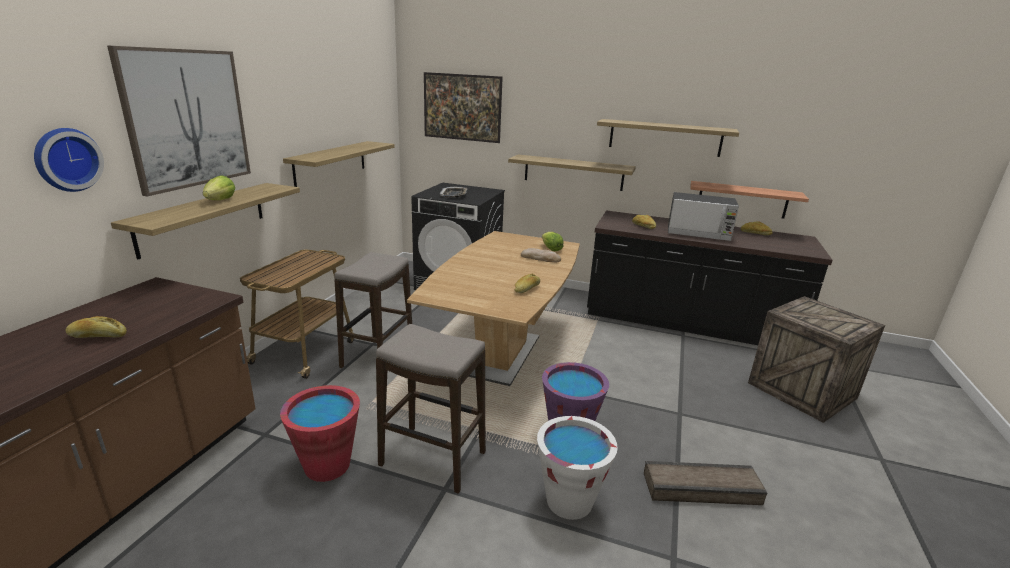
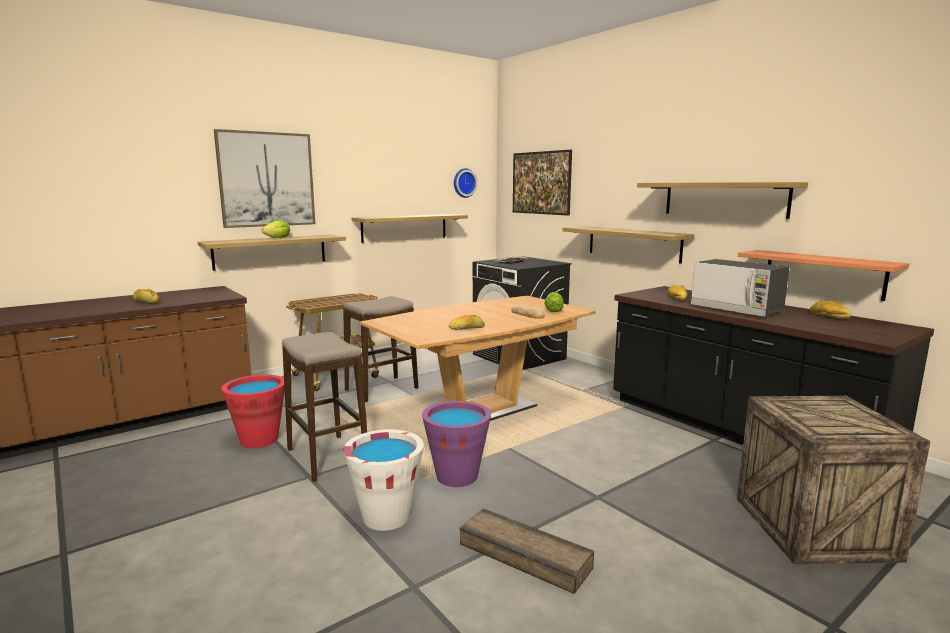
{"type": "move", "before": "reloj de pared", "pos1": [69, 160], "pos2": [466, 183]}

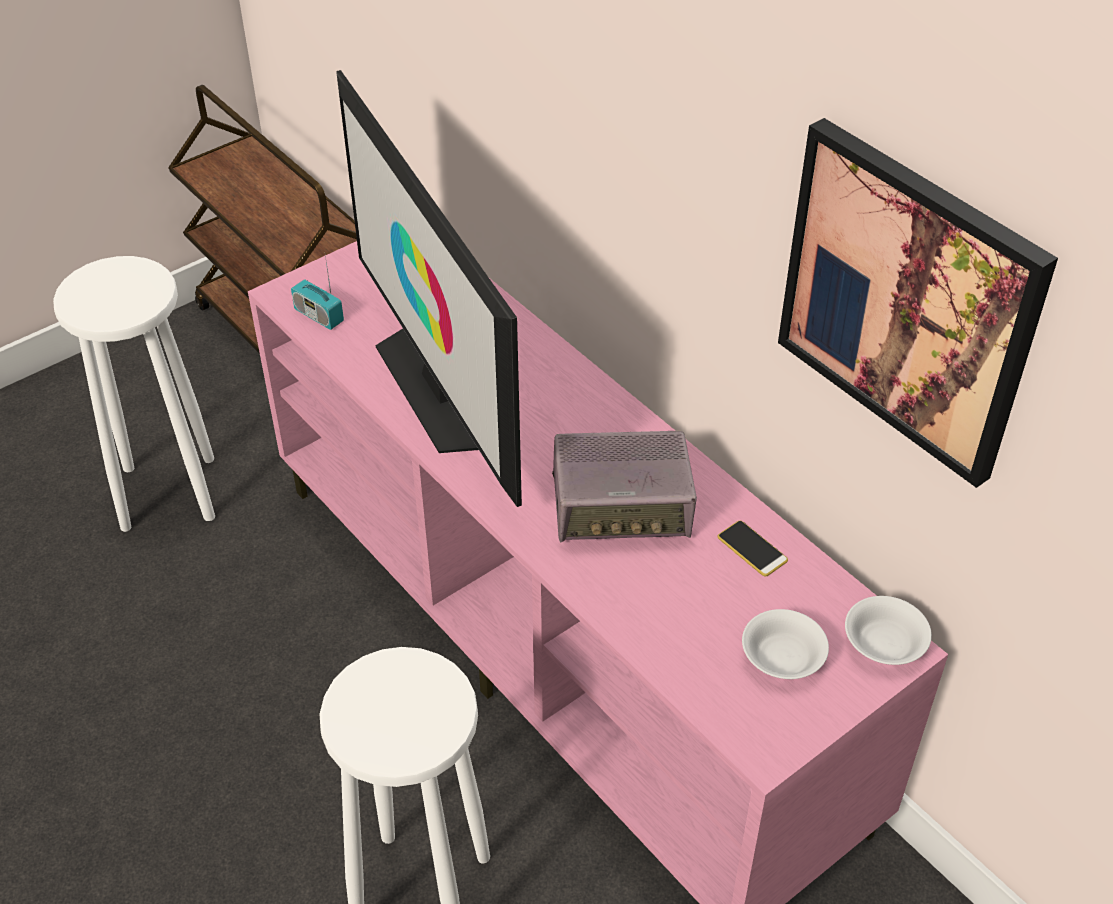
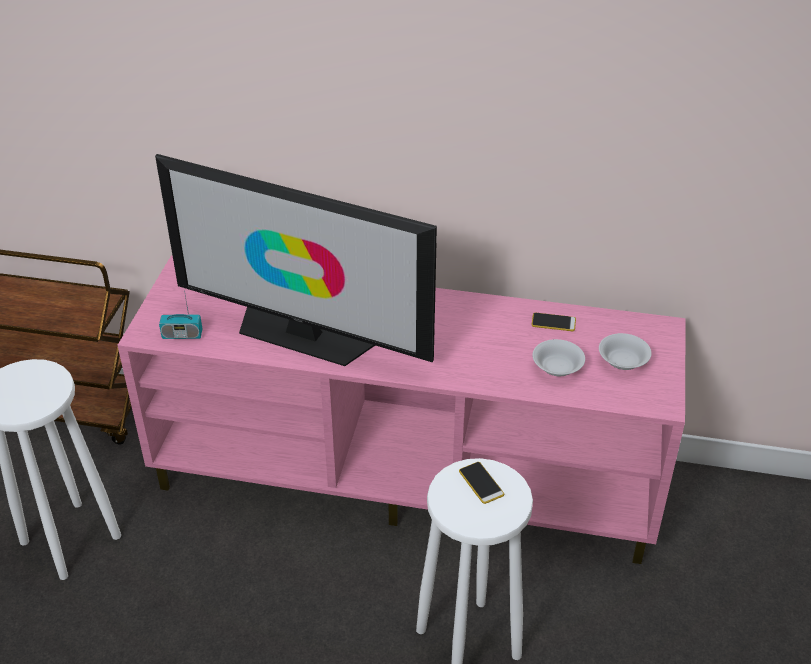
{"type": "delete", "before": "radio", "pos1": [624, 487]}
{"type": "delete", "before": "cuadro", "pos1": [918, 303]}
{"type": "insert", "after": "móvil", "pos2": [481, 483]}
{"type": "move", "before": "cuenco [blanco]", "pos1": [888, 630], "pos2": [558, 357]}

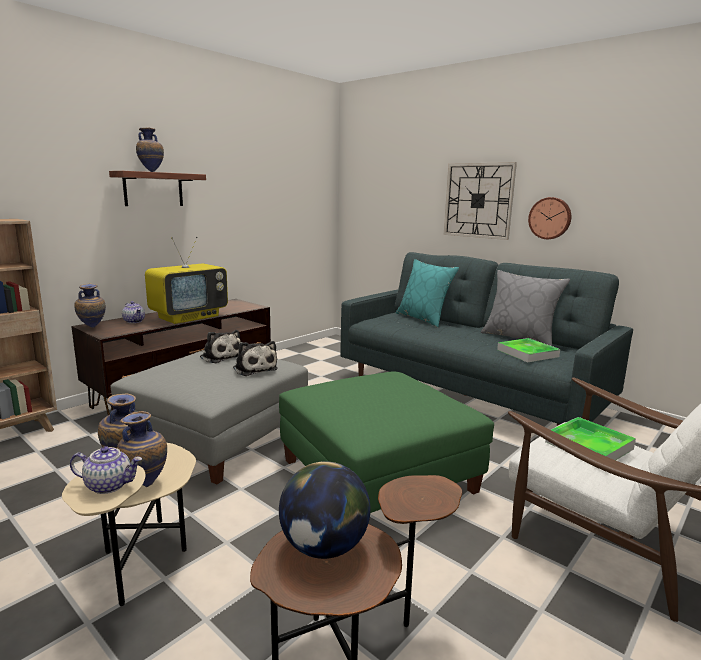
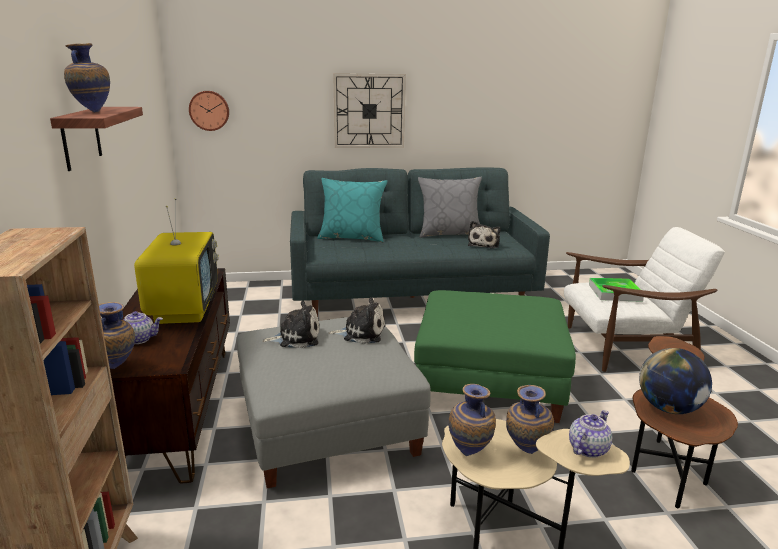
{"type": "move", "before": "reloj de pared", "pos1": [549, 218], "pos2": [209, 111]}
{"type": "replace", "before": "bandeja", "after": "peluche", "pos1": [528, 350], "pos2": [484, 235]}

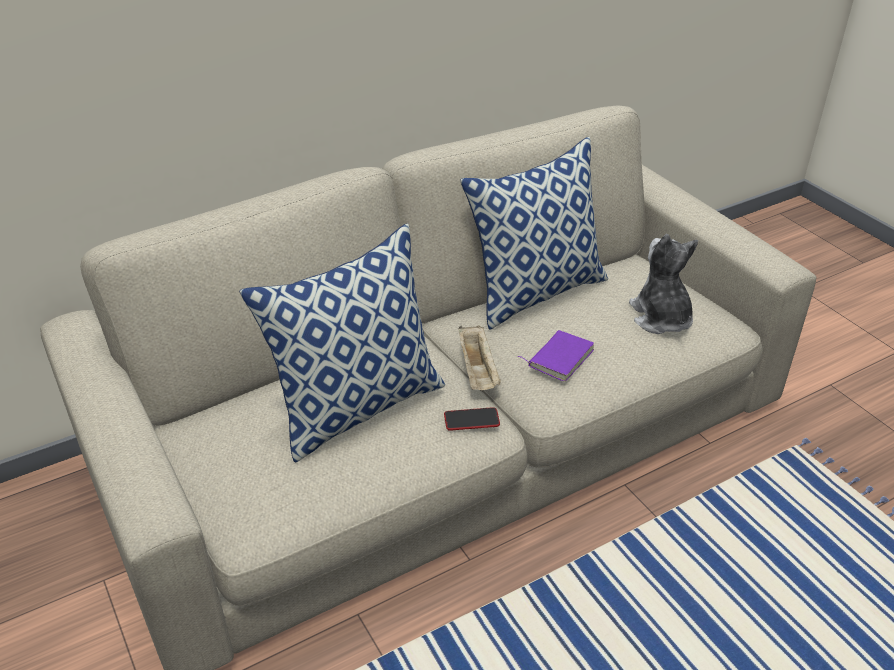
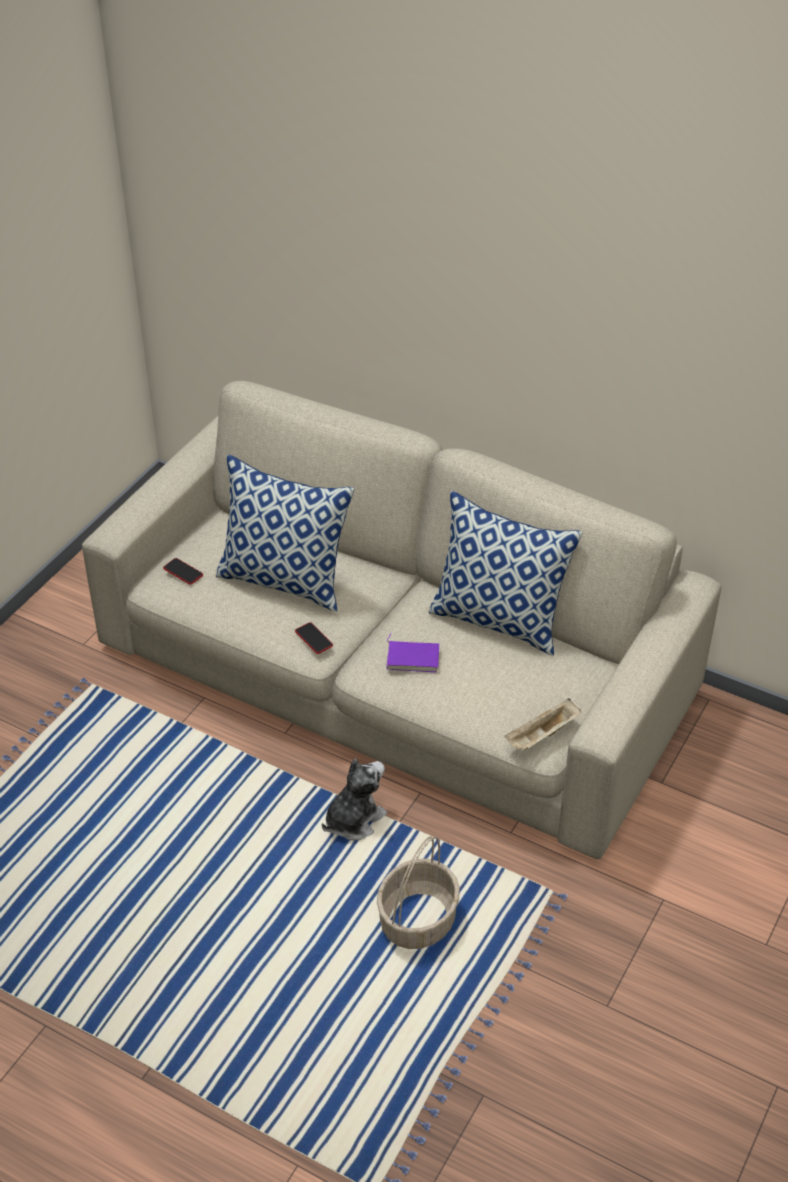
{"type": "insert", "after": "móvil", "pos2": [183, 571]}
{"type": "insert", "after": "cesta", "pos2": [418, 892]}
{"type": "move", "before": "bandeja [beis]", "pos1": [479, 357], "pos2": [543, 724]}
{"type": "move", "before": "peluche", "pos1": [663, 284], "pos2": [354, 800]}

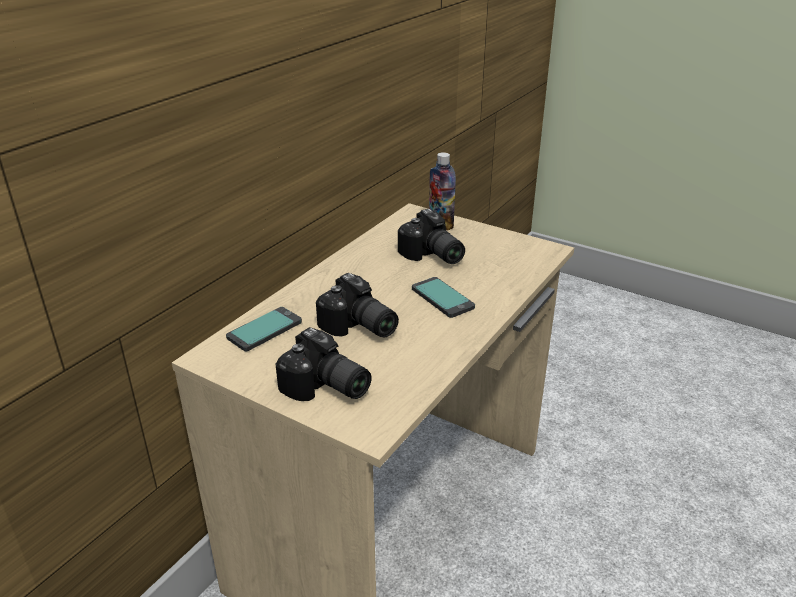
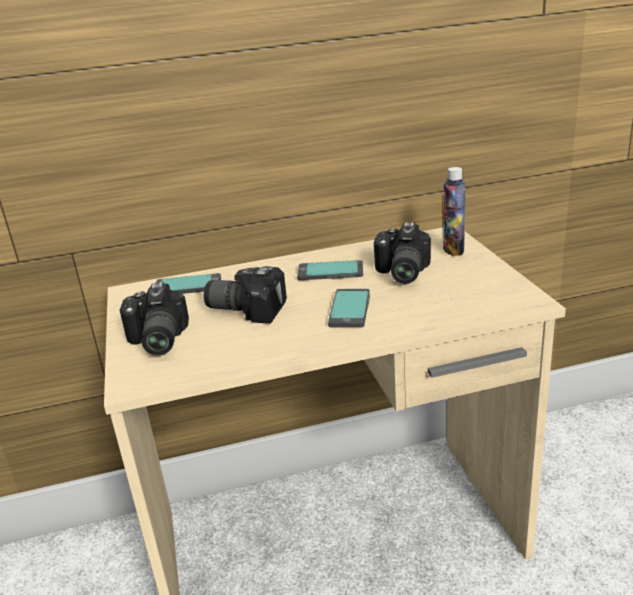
{"type": "insert", "after": "móvil", "pos2": [330, 270]}
{"type": "rotate", "before": "cámara", "pos1": [357, 305], "pos2": [245, 295], "turn": 105}

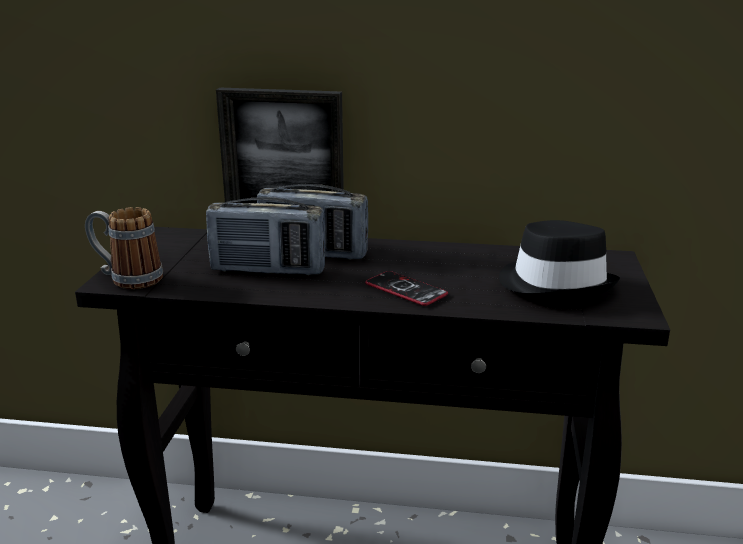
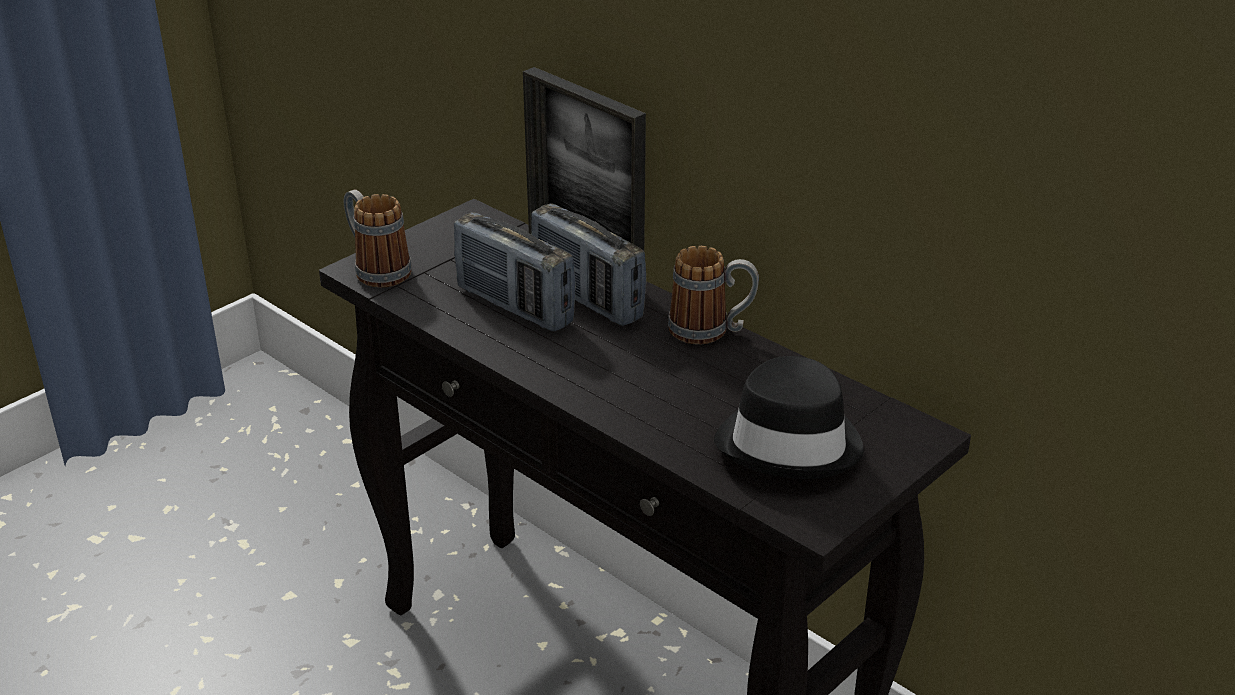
{"type": "delete", "before": "móvil", "pos1": [406, 288]}
{"type": "insert", "after": "taza grande", "pos2": [713, 295]}

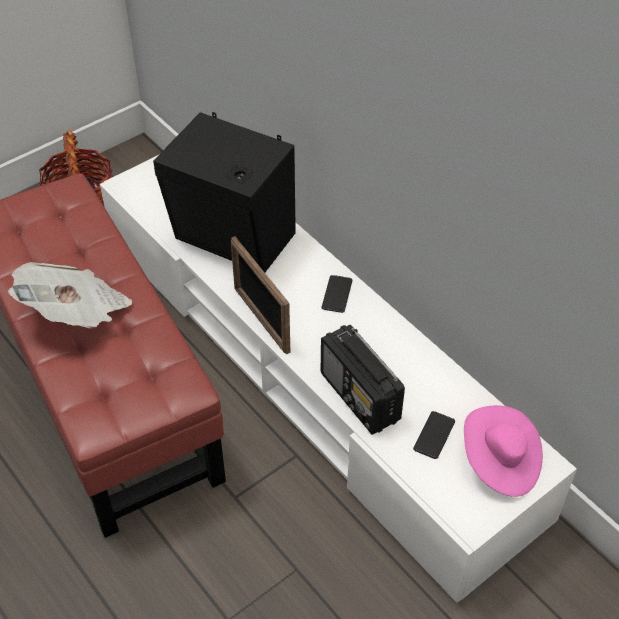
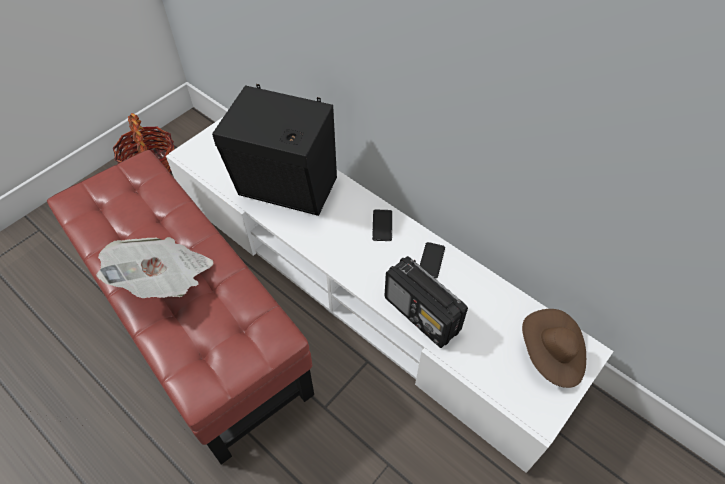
{"type": "delete", "before": "portarretratos", "pos1": [260, 295]}
{"type": "move", "before": "móvil", "pos1": [434, 435], "pos2": [432, 260]}
{"type": "recolor", "before": "sombrero [rosa]", "after": "sombrero [marrón]", "pos1": [503, 451], "pos2": [554, 348]}

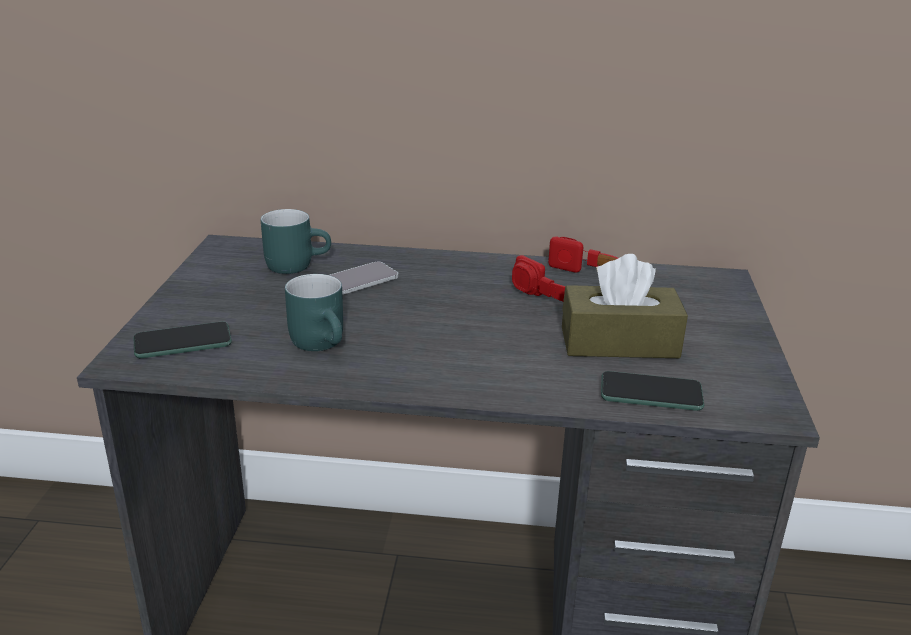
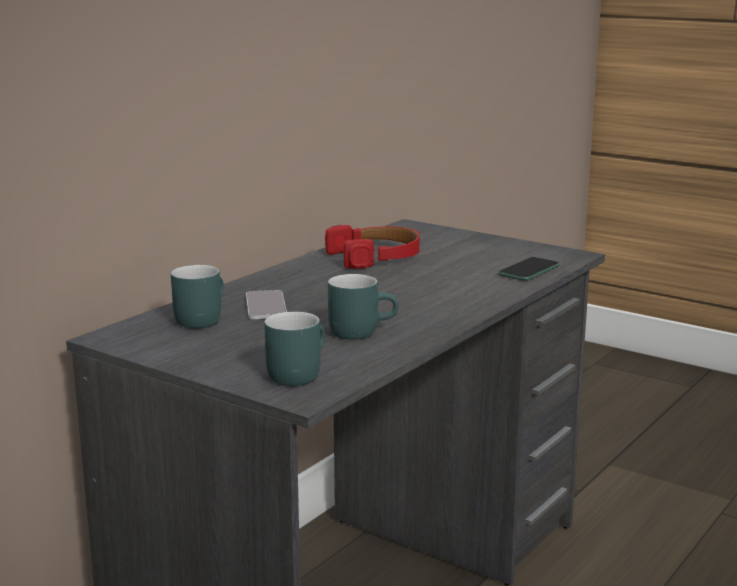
{"type": "delete", "before": "caja de pañuelos [marrón]", "pos1": [625, 306]}
{"type": "replace", "before": "móvil", "after": "taza grande [turquesa]", "pos1": [183, 340], "pos2": [294, 349]}

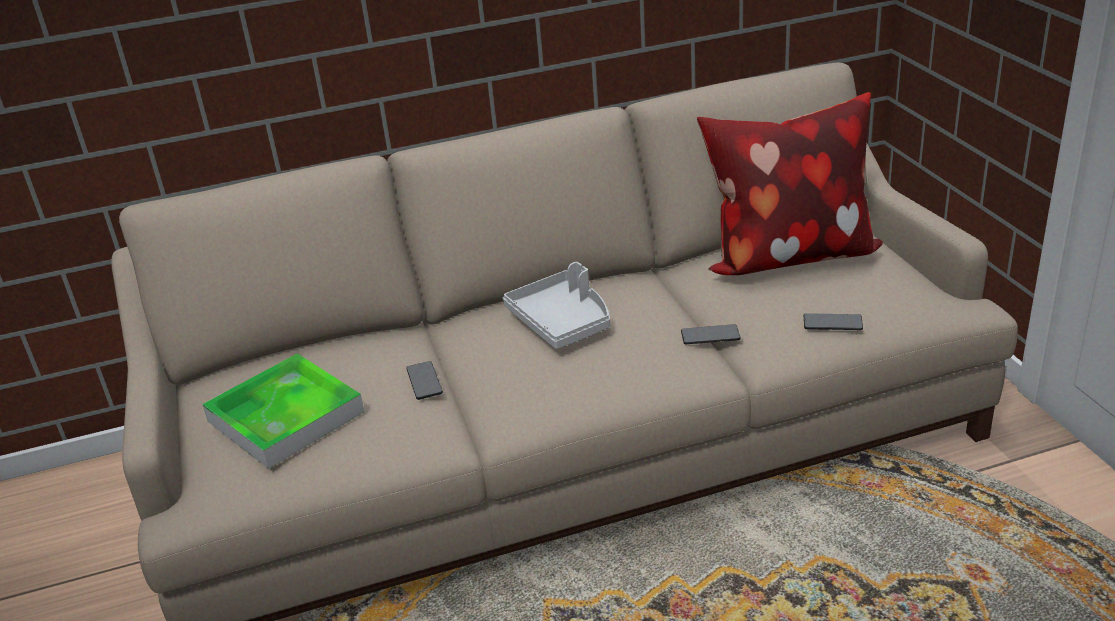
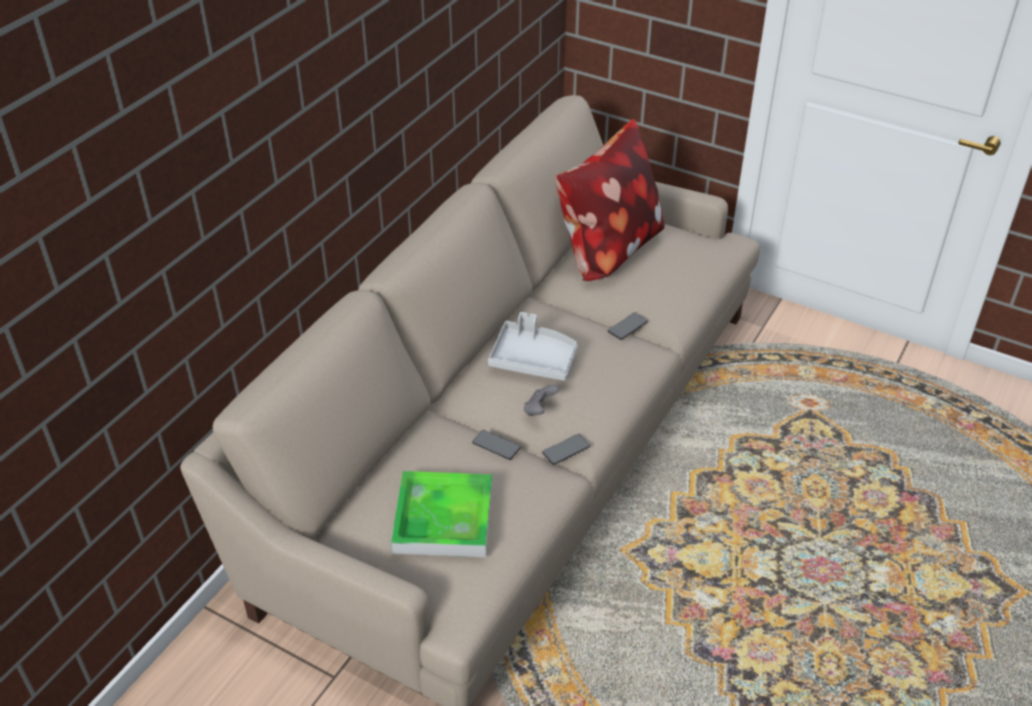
{"type": "insert", "after": "mando de consola [gris]", "pos2": [541, 400]}
{"type": "move", "before": "móvil", "pos1": [833, 321], "pos2": [566, 449]}

